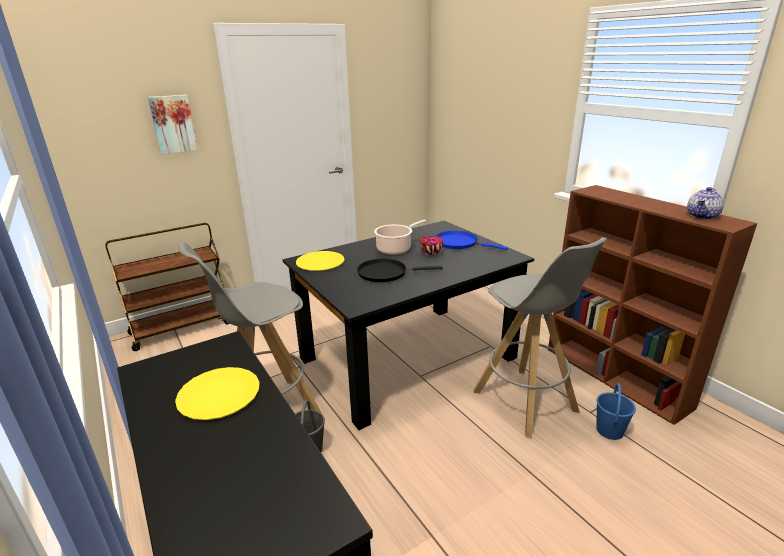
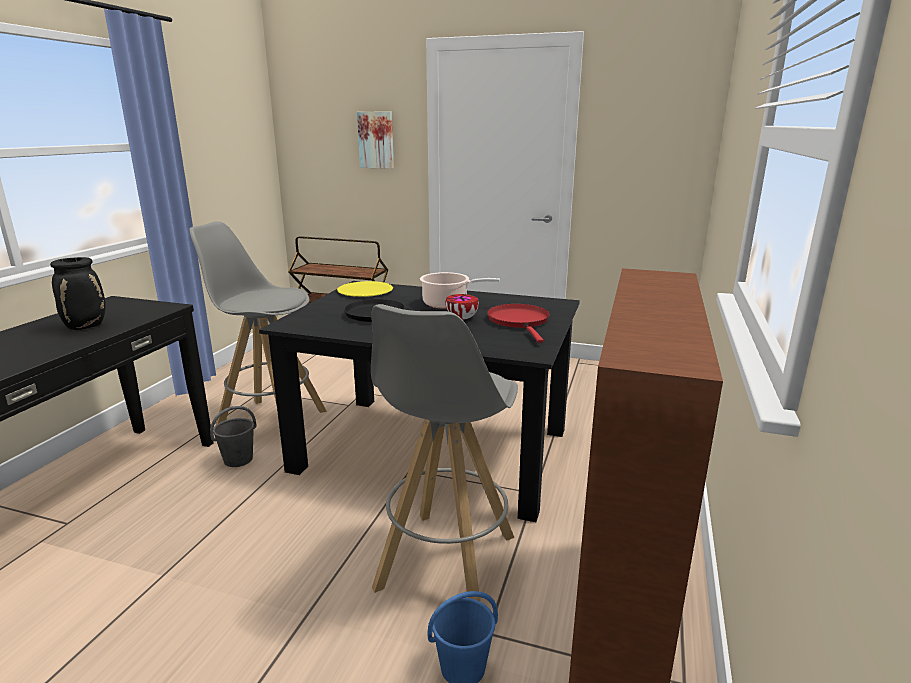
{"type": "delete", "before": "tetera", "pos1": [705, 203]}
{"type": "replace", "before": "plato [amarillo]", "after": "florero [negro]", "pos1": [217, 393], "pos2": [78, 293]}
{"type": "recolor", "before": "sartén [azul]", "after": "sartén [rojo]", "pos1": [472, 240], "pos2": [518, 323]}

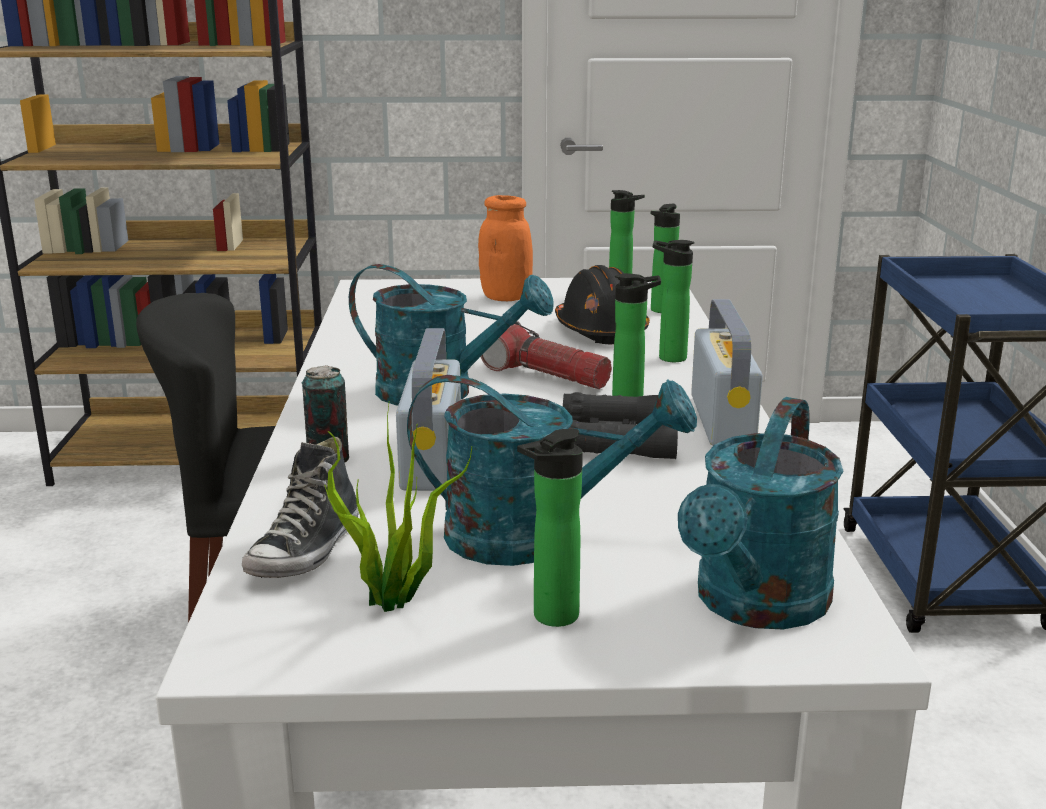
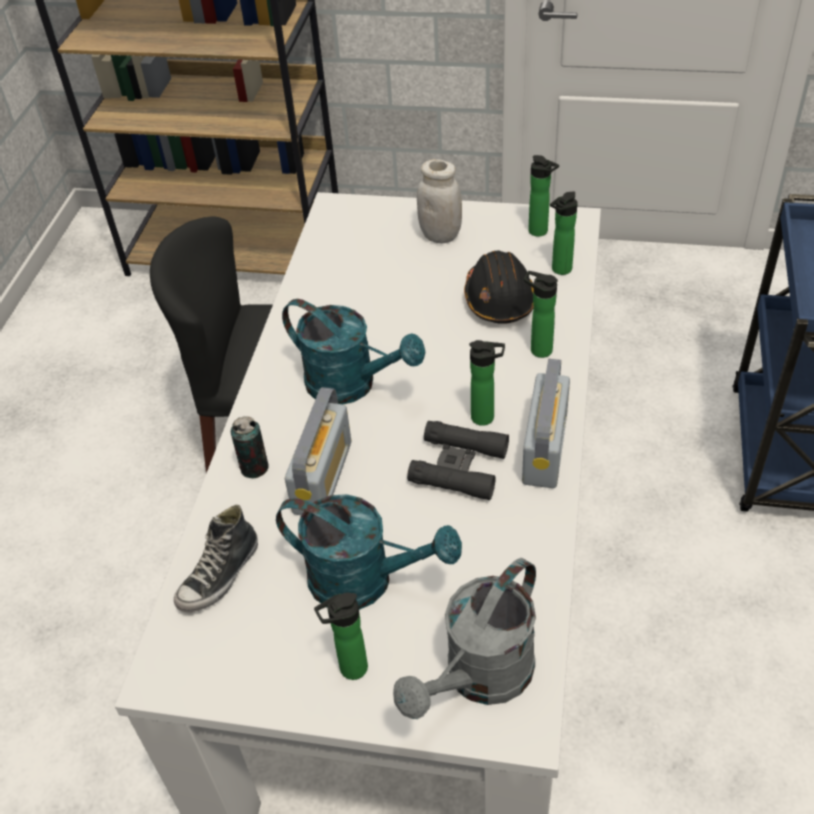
{"type": "delete", "before": "planta en maceta", "pos1": [398, 508]}
{"type": "delete", "before": "linterna", "pos1": [546, 355]}
{"type": "recolor", "before": "tarro [naranja]", "after": "tarro [blanco]", "pos1": [505, 248], "pos2": [439, 201]}
{"type": "recolor", "before": "regadera [turquesa]", "after": "regadera [gris]", "pos1": [760, 513], "pos2": [464, 638]}

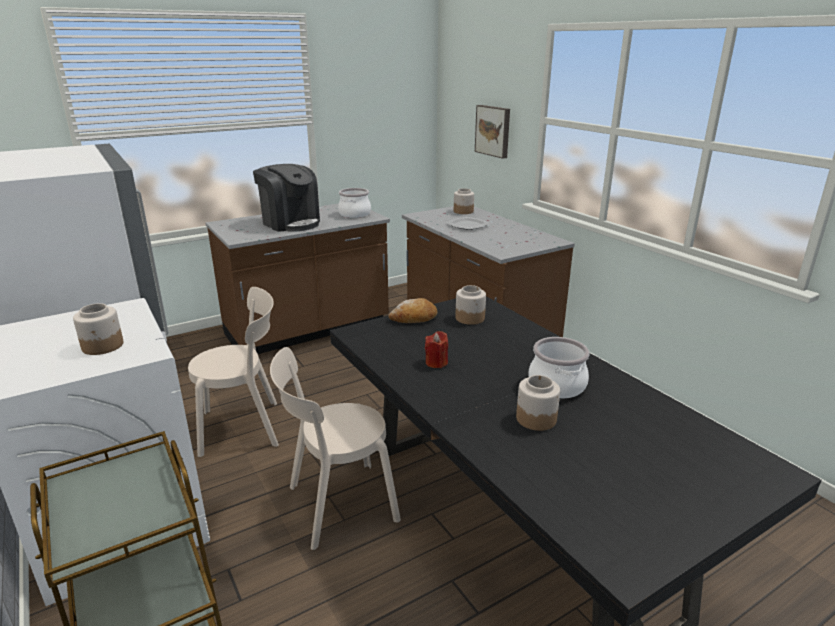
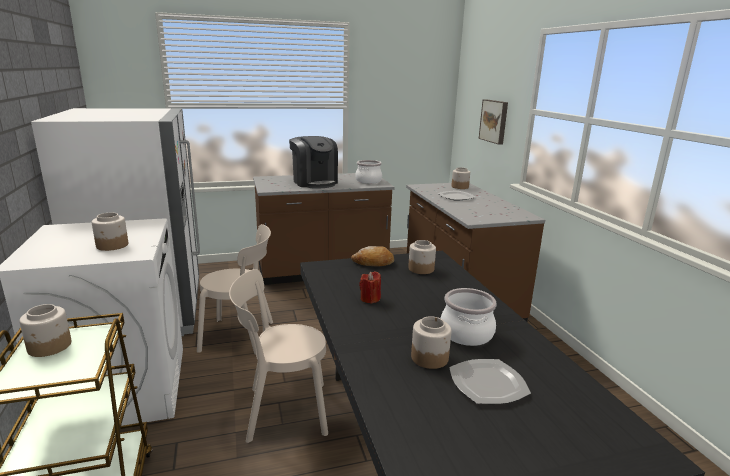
{"type": "insert", "after": "tarro", "pos2": [45, 330]}
{"type": "insert", "after": "plato", "pos2": [490, 381]}

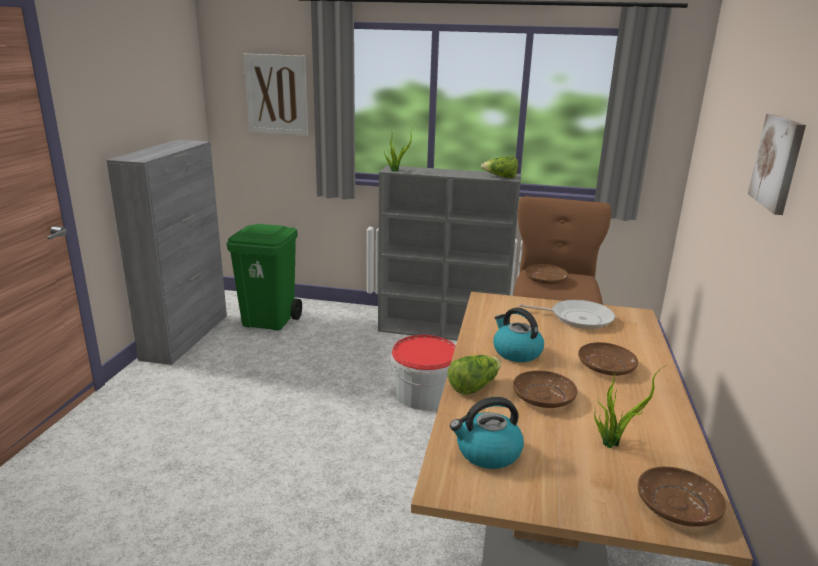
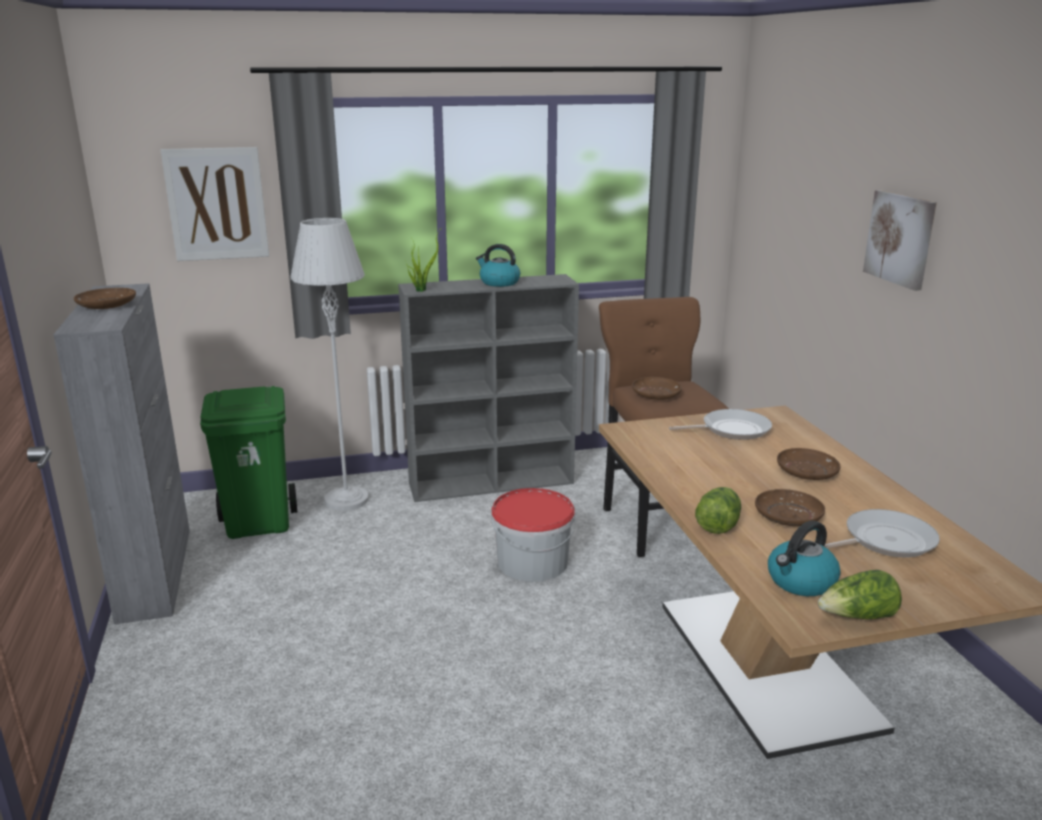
{"type": "insert", "after": "lámpara de pie [gris]", "pos2": [329, 364]}
{"type": "move", "before": "lechuga", "pos1": [499, 167], "pos2": [860, 594]}
{"type": "move", "before": "hervidor", "pos1": [518, 334], "pos2": [498, 265]}
{"type": "move", "before": "plato [marrón]", "pos1": [682, 497], "pos2": [105, 298]}
{"type": "replace", "before": "planta en maceta", "after": "sartén", "pos1": [629, 407], "pos2": [882, 533]}

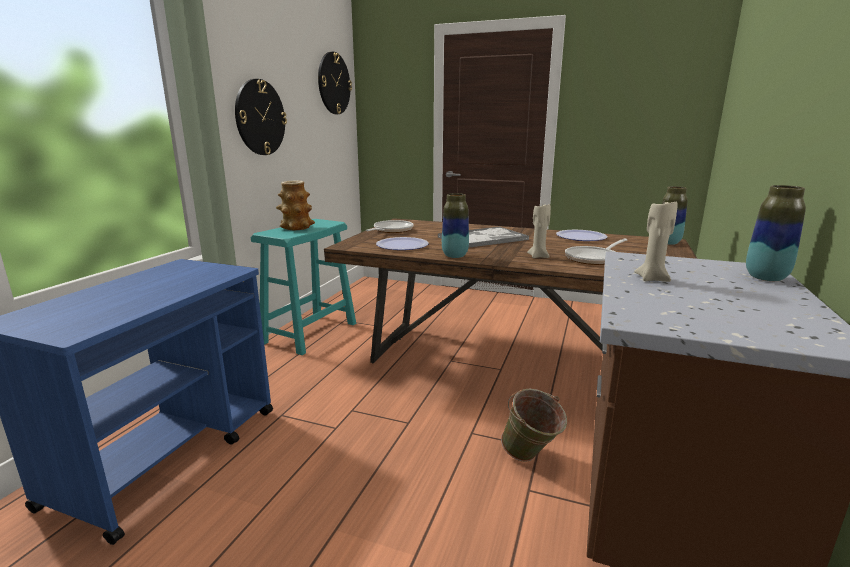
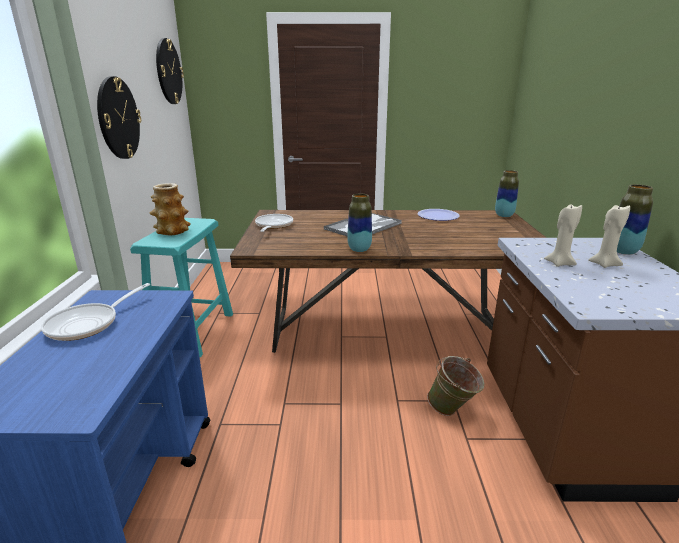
{"type": "delete", "before": "plato", "pos1": [402, 243]}
{"type": "move", "before": "vela [beis]", "pos1": [539, 230], "pos2": [609, 236]}
{"type": "move", "before": "sartén", "pos1": [596, 251], "pos2": [95, 312]}

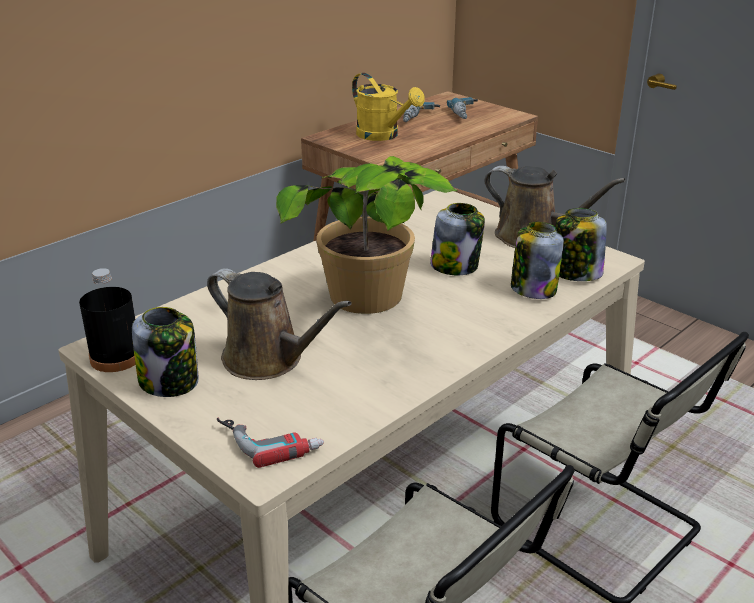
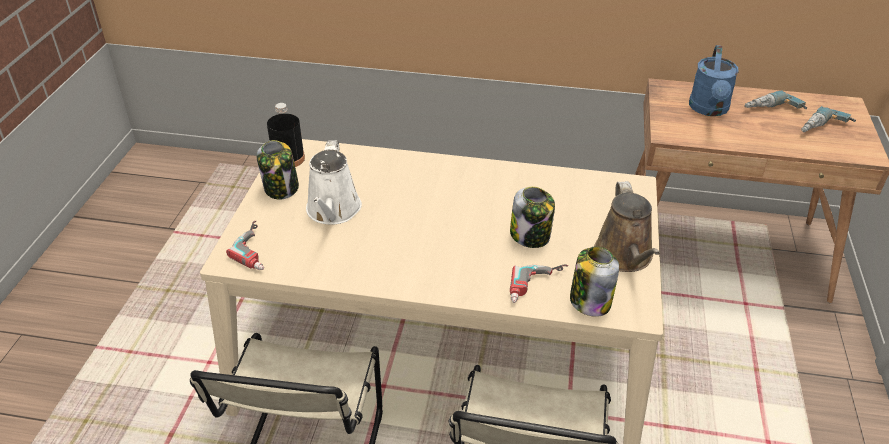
{"type": "delete", "before": "planta en maceta", "pos1": [367, 235]}
{"type": "replace", "before": "tarro", "after": "taladro", "pos1": [537, 260], "pos2": [539, 283]}
{"type": "recolor", "before": "regadera [marrón]", "after": "regadera [blanco]", "pos1": [279, 324], "pos2": [334, 182]}
{"type": "recolor", "before": "regadera [amarillo]", "after": "regadera [azul]", "pos1": [388, 107], "pos2": [714, 80]}

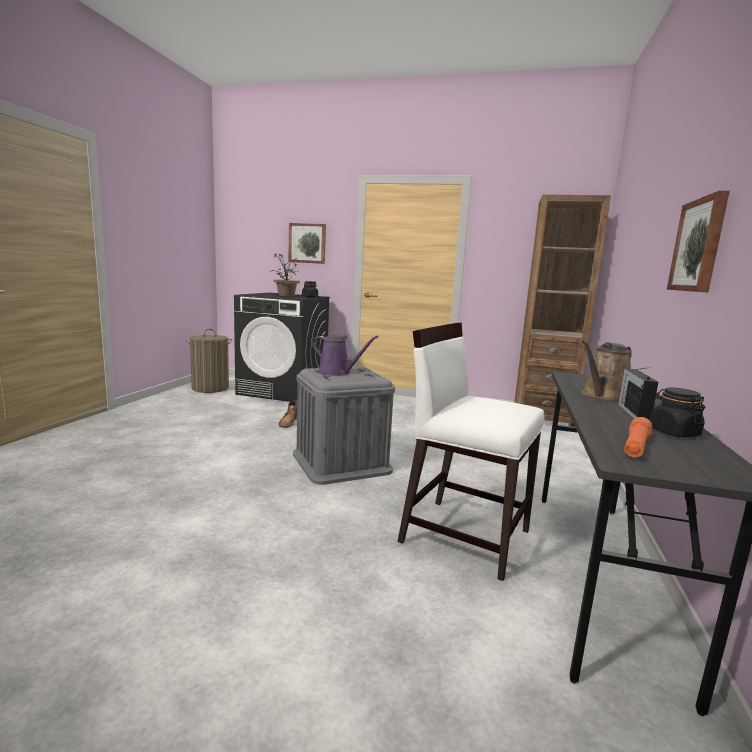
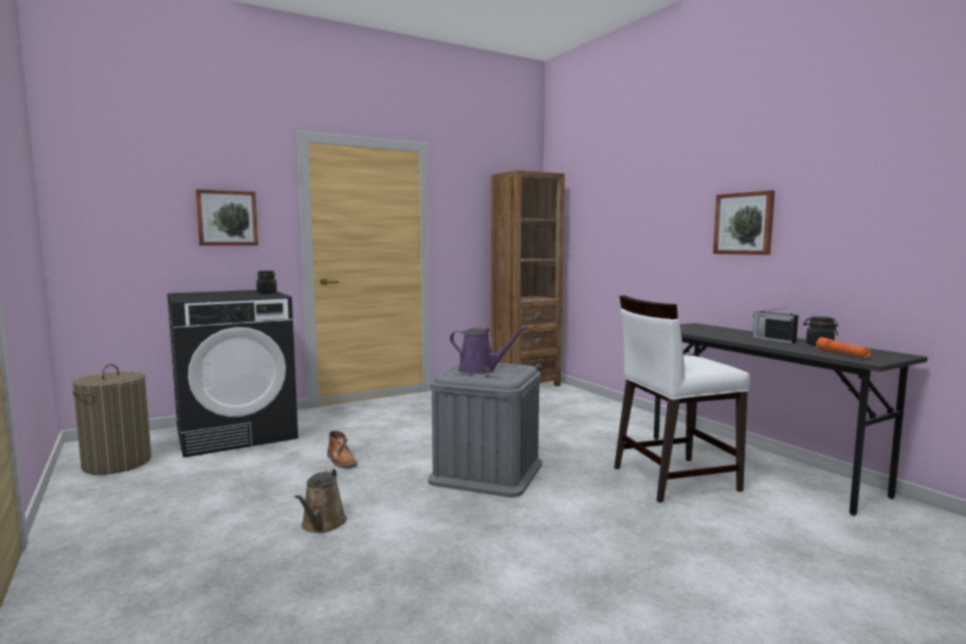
{"type": "delete", "before": "planta en maceta", "pos1": [285, 275]}
{"type": "move", "before": "regadera [marrón]", "pos1": [607, 370], "pos2": [321, 501]}
{"type": "rotate", "before": "regadera [morado]", "pos1": [345, 355], "pos2": [488, 350], "turn": 45}

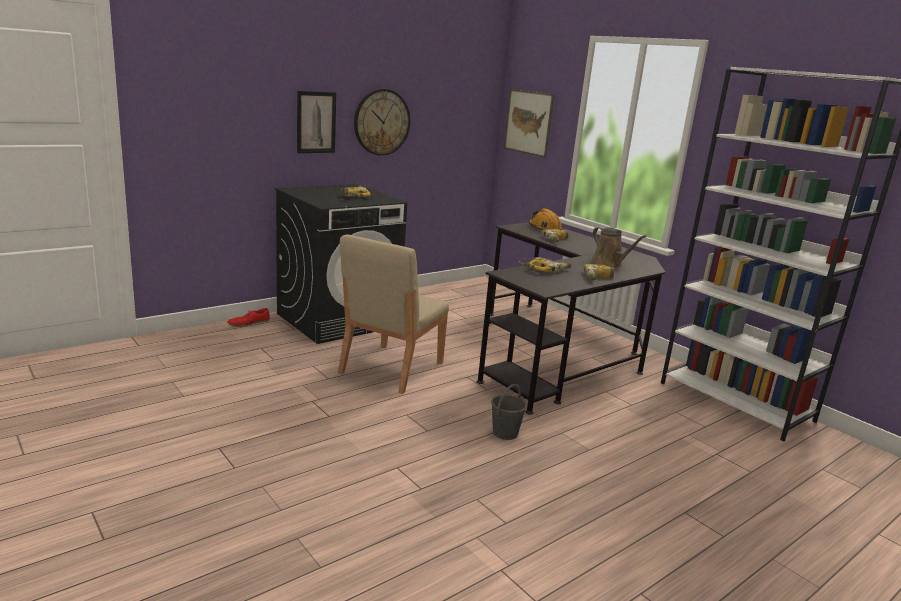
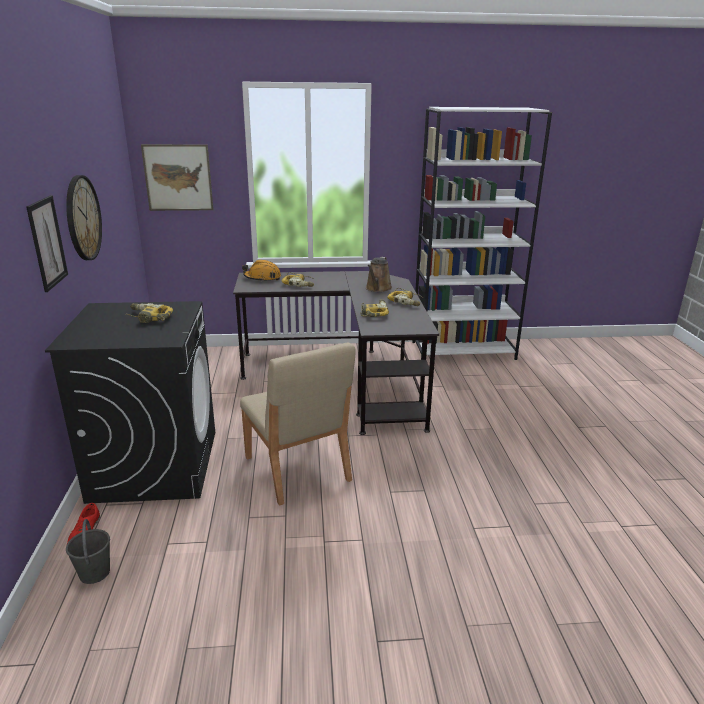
{"type": "move", "before": "cubo [gris]", "pos1": [509, 412], "pos2": [88, 551]}
{"type": "rotate", "before": "regadera [marrón]", "pos1": [619, 247], "pos2": [379, 274], "turn": 105}

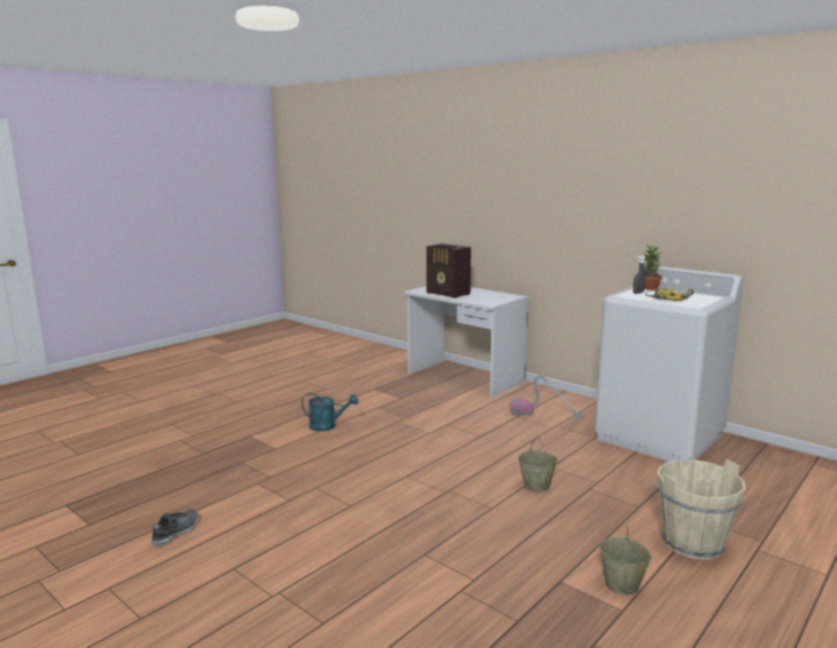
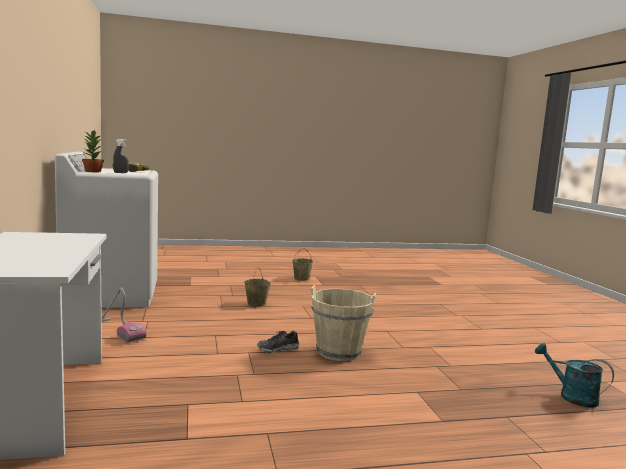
{"type": "delete", "before": "radio", "pos1": [448, 271]}
{"type": "move", "before": "zapato", "pos1": [174, 528], "pos2": [278, 341]}
{"type": "move", "before": "regadera [turquesa]", "pos1": [329, 412], "pos2": [574, 375]}
{"type": "move", "before": "cubo [beis]", "pos1": [701, 509], "pos2": [343, 323]}

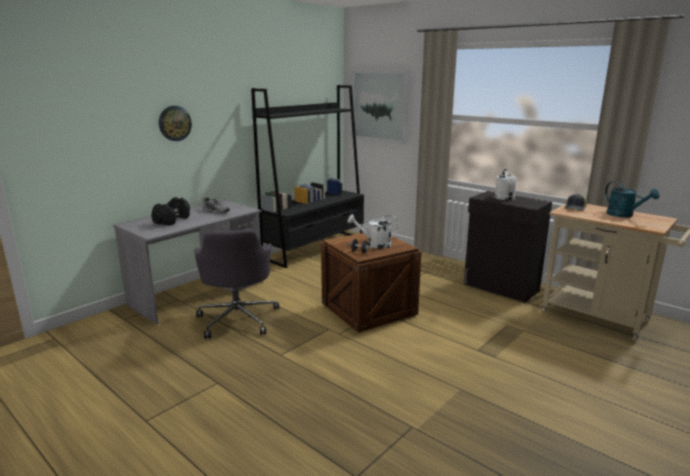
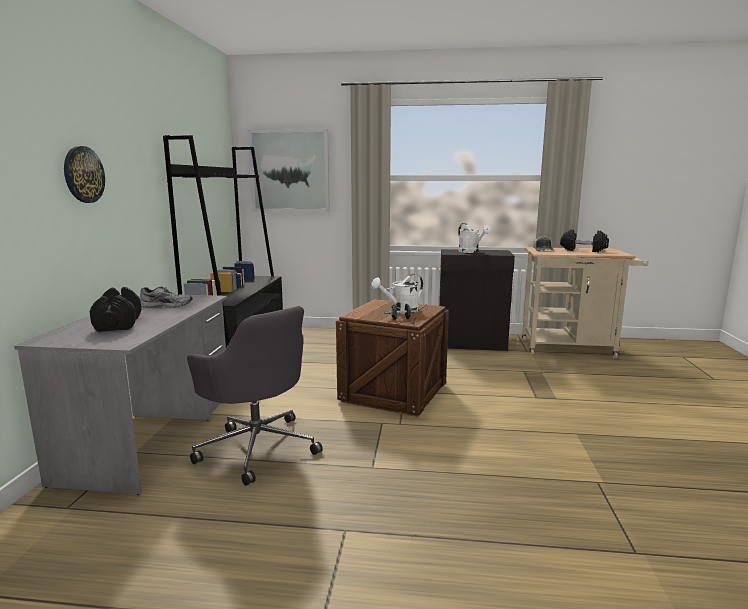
{"type": "replace", "before": "regadera [turquesa]", "after": "mancuerna [negro]", "pos1": [632, 199], "pos2": [584, 240]}

